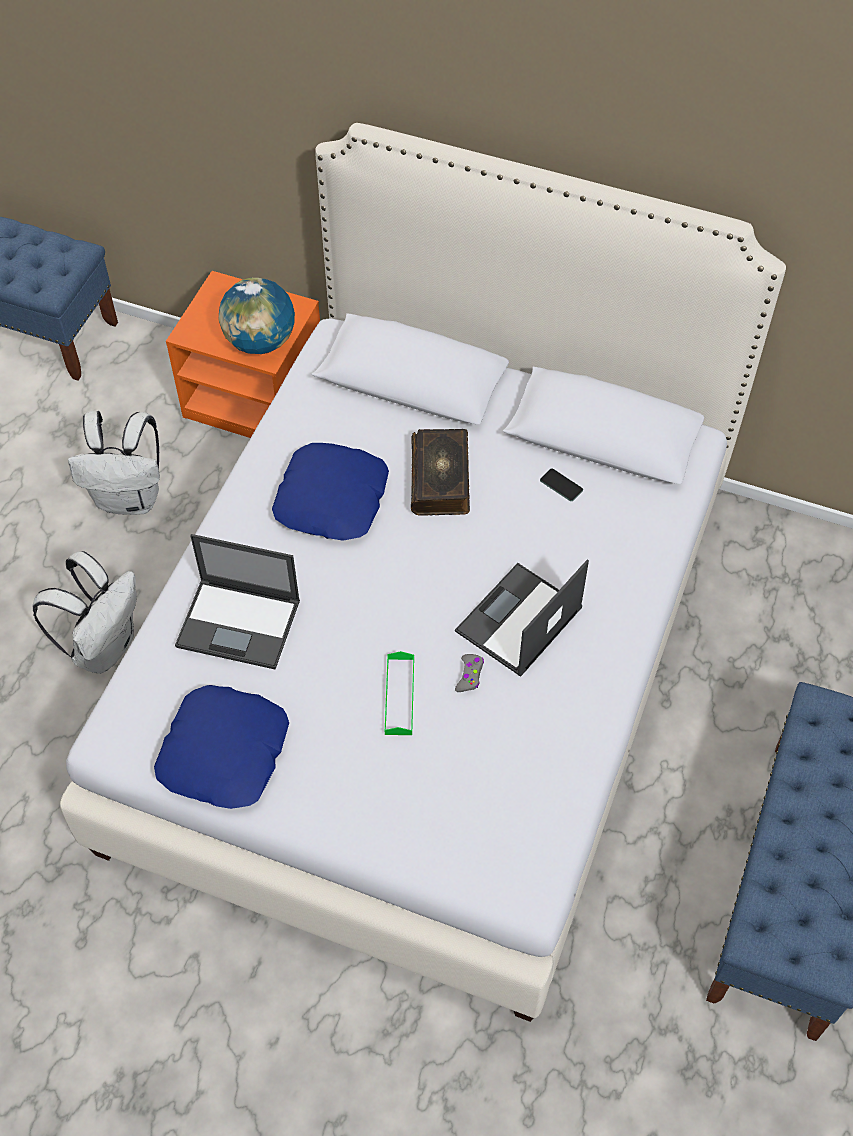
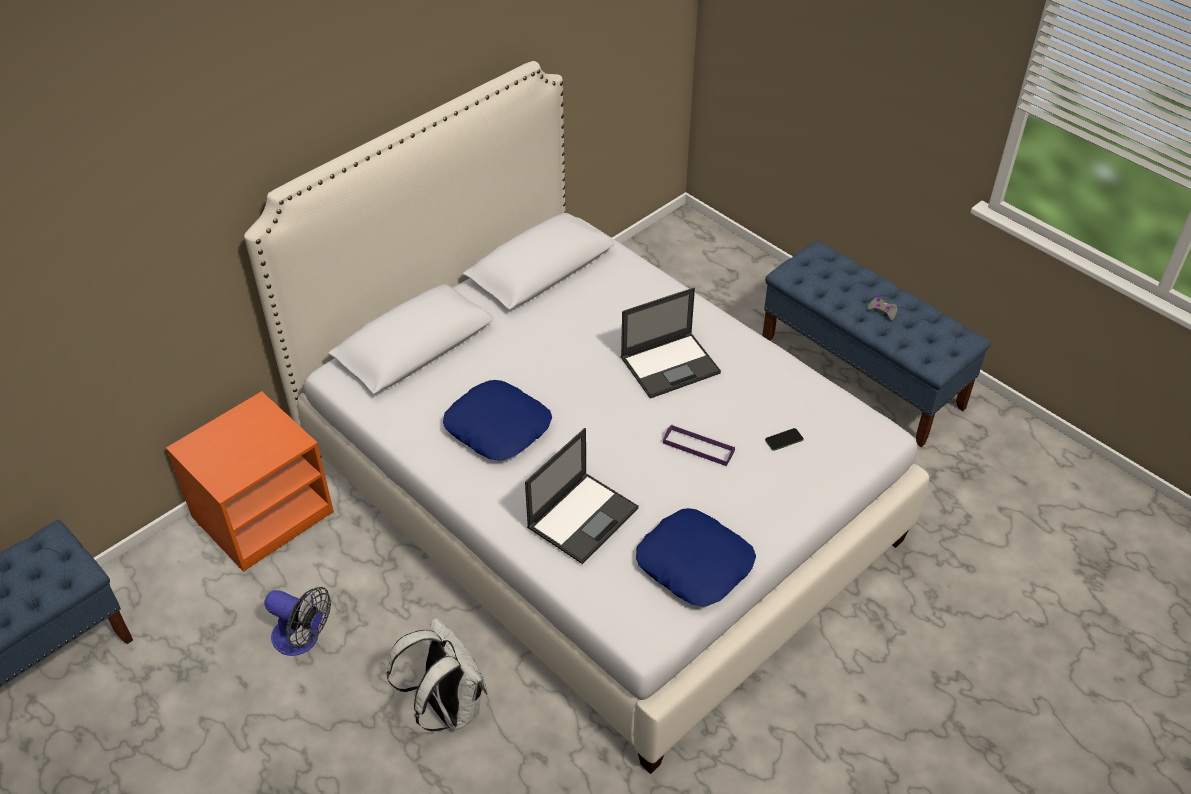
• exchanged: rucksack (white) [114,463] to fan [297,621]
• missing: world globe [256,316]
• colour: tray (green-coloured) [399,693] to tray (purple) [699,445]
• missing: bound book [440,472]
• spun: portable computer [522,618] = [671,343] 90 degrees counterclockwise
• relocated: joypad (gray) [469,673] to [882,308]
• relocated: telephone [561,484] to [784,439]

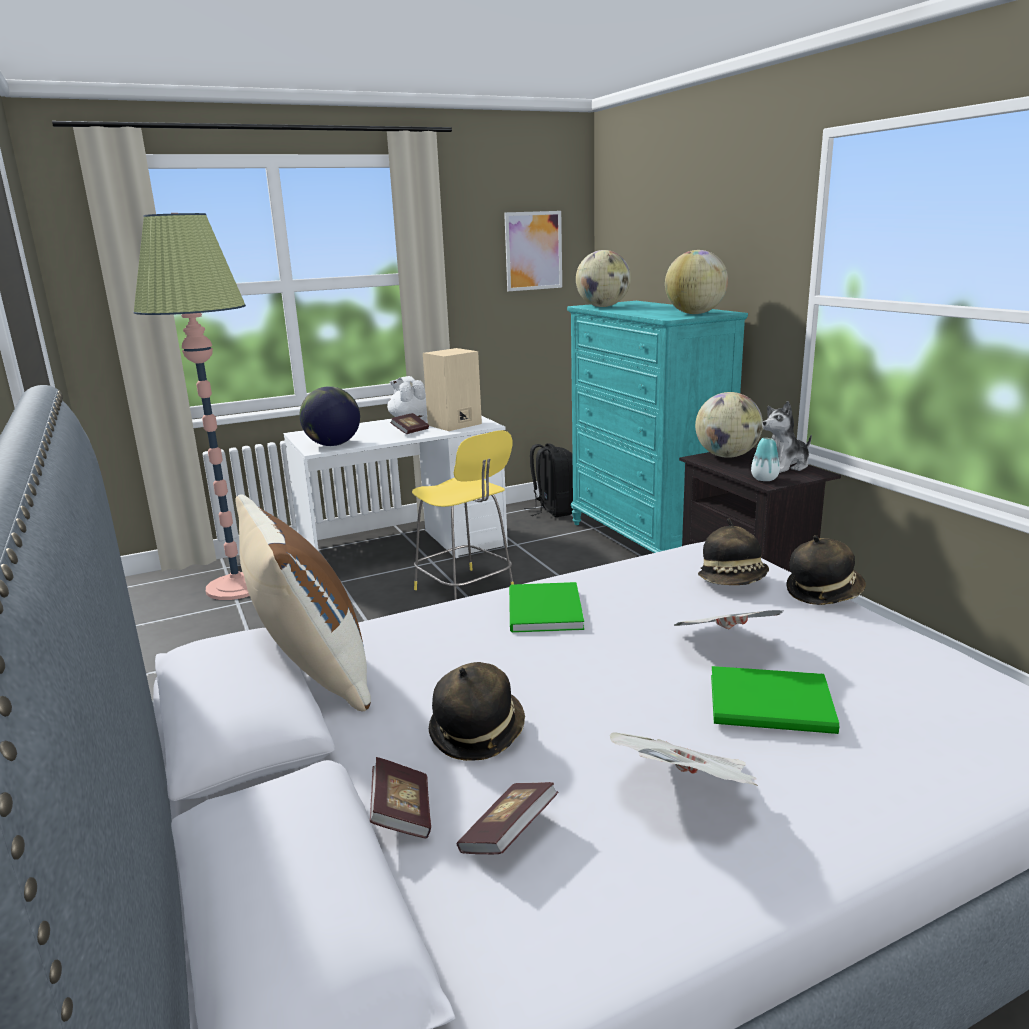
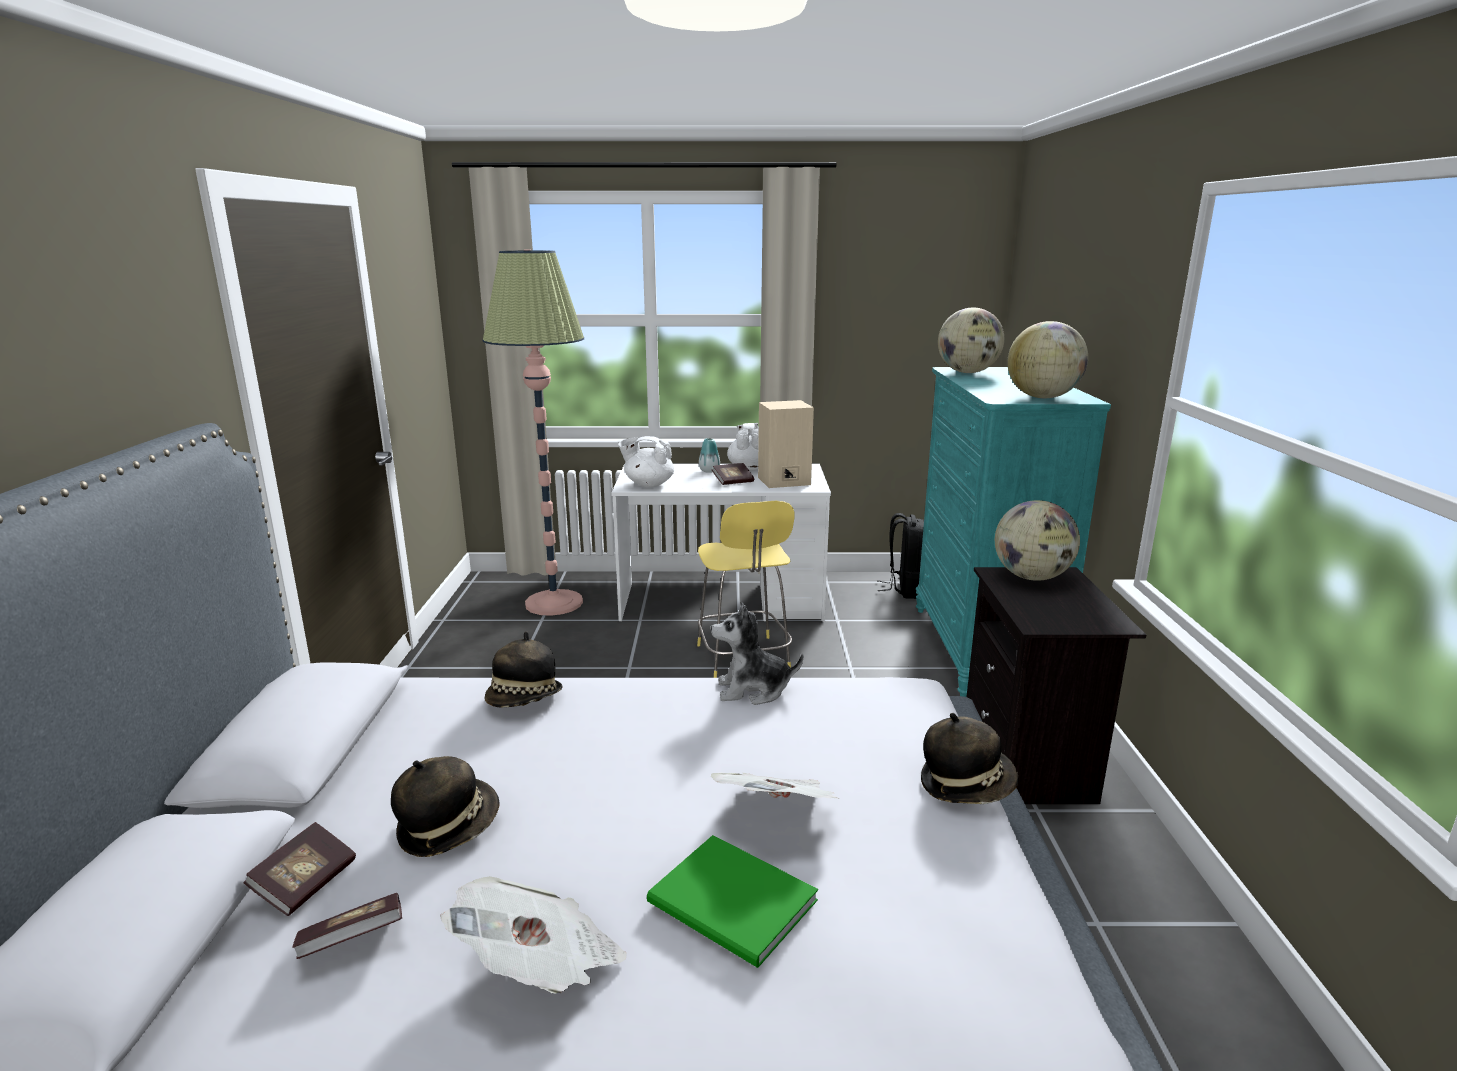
• missing: cushion (brown) [303,602]
• exchanged: world globe [329,416] to pot for tea (white) [646,461]
• missing: picture [533,251]
• missing: bound book (green-coloured) [546,607]
• relocated: wearable hat [733,551] to [523,669]
• relocated: flower vase [765,459] to [709,455]
• relocated: soft toy [787,437] to [757,653]

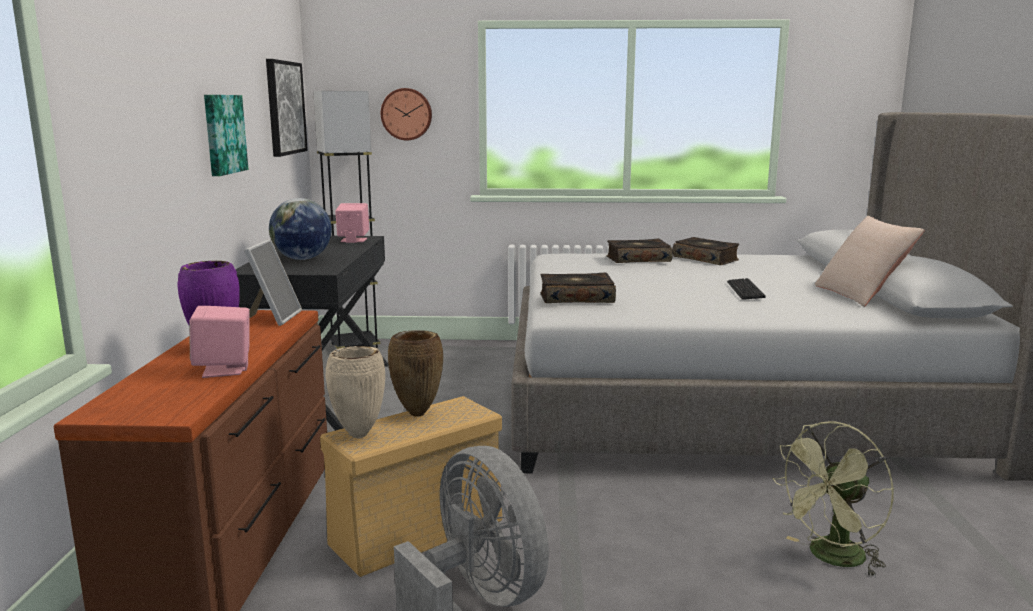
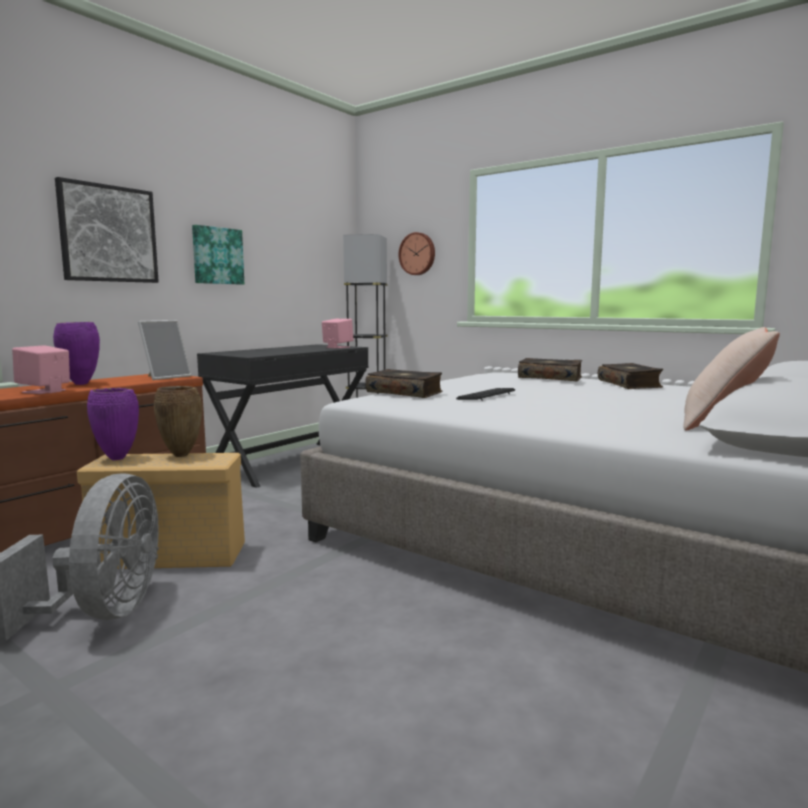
• relocated: picture [287,108] to [107,230]
• missing: world globe [300,229]
• colour: flower vase (beige) [355,392] to flower vase (purple) [113,424]
• relocated: PC keyboard [746,289] to [485,394]
• missing: fan (green-coloured) [833,499]

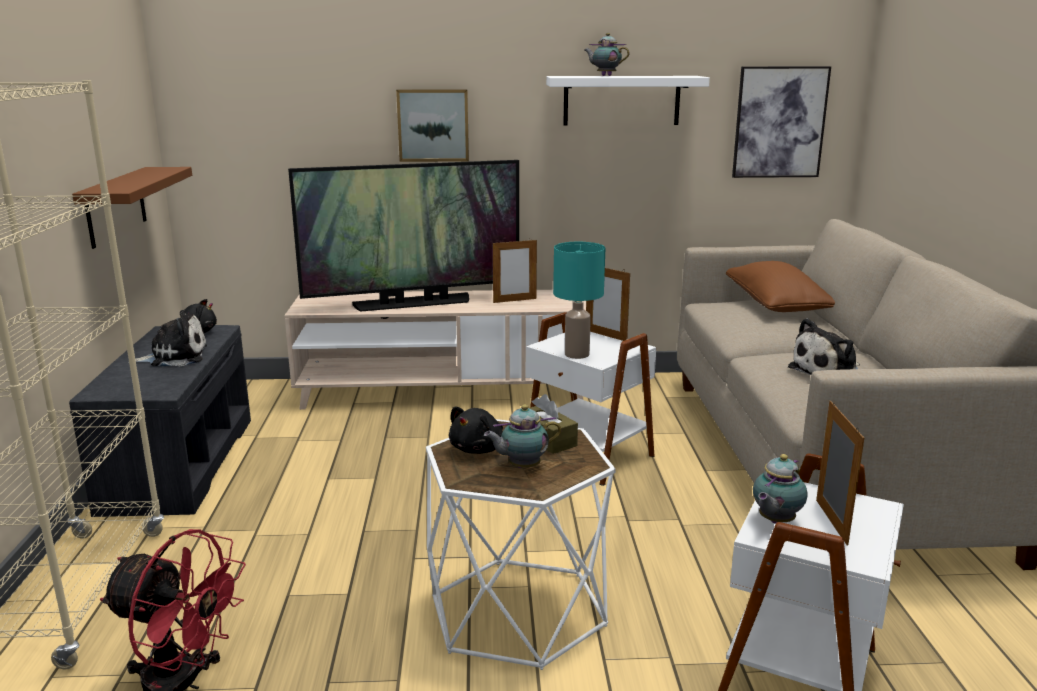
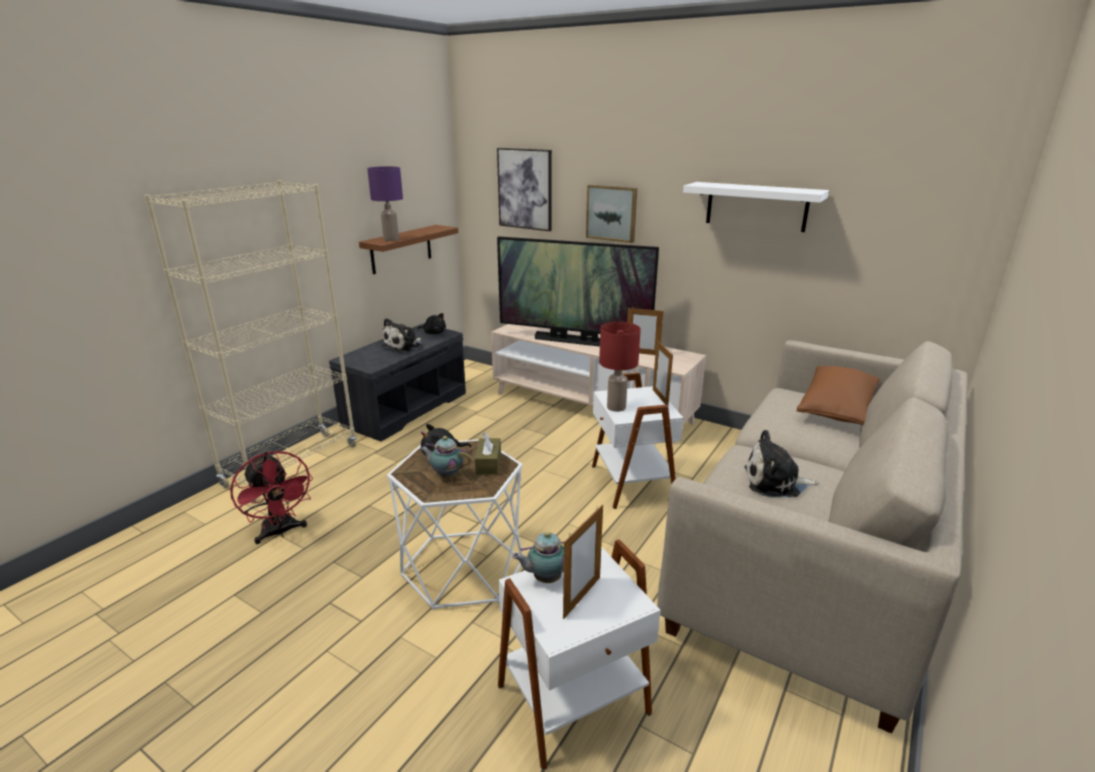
• spun: soft toy [167,338] = [402,335] 105 degrees clockwise
• colour: table lamp (turquoise) [579,300] to table lamp (red-coloured) [620,367]
• missing: pot for tea [607,54]
• relocated: picture [781,122] to [524,189]
• appeared: table lamp (purple) [385,203]

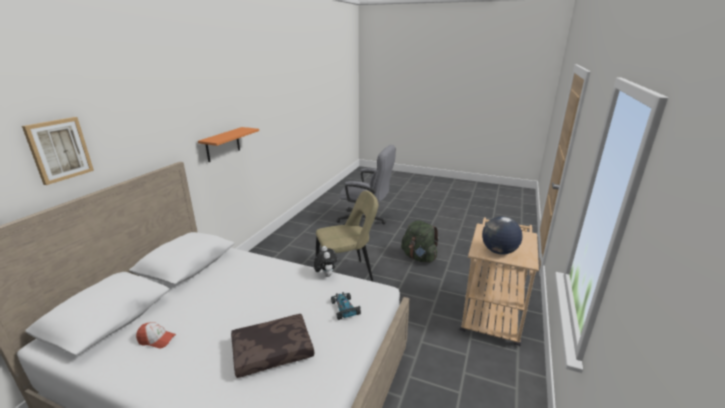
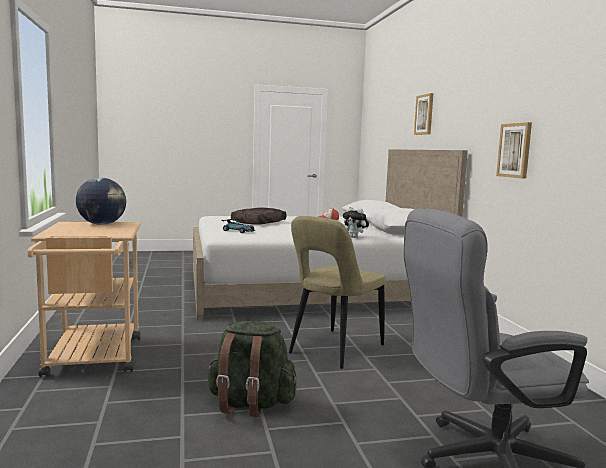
• exchanged: wall shelf (orange-coloured) [228,144] to picture [514,150]
• relocated: soft toy [325,261] to [356,222]

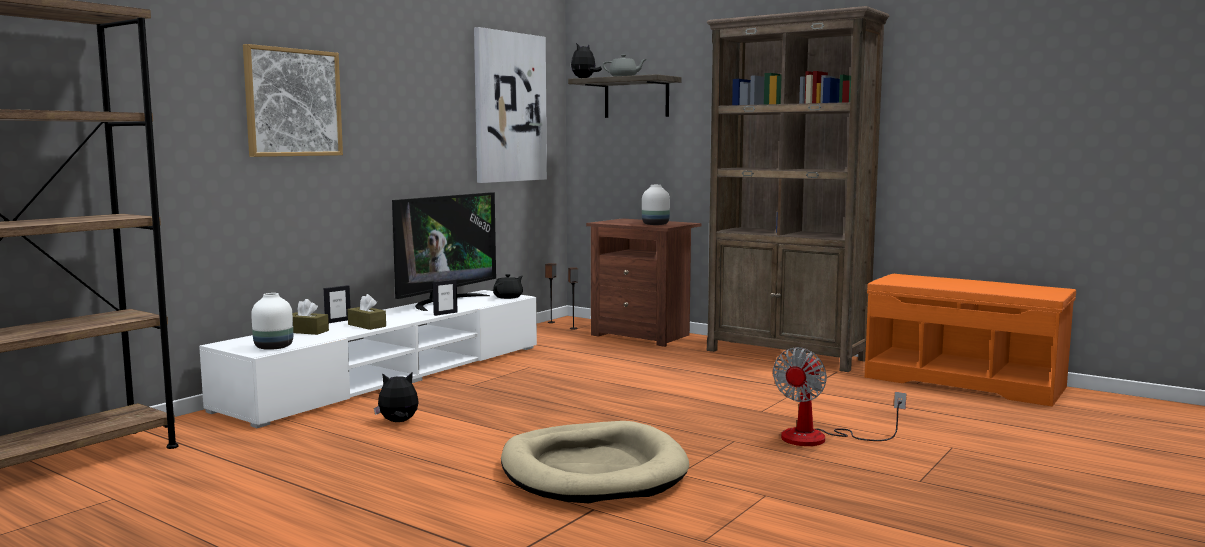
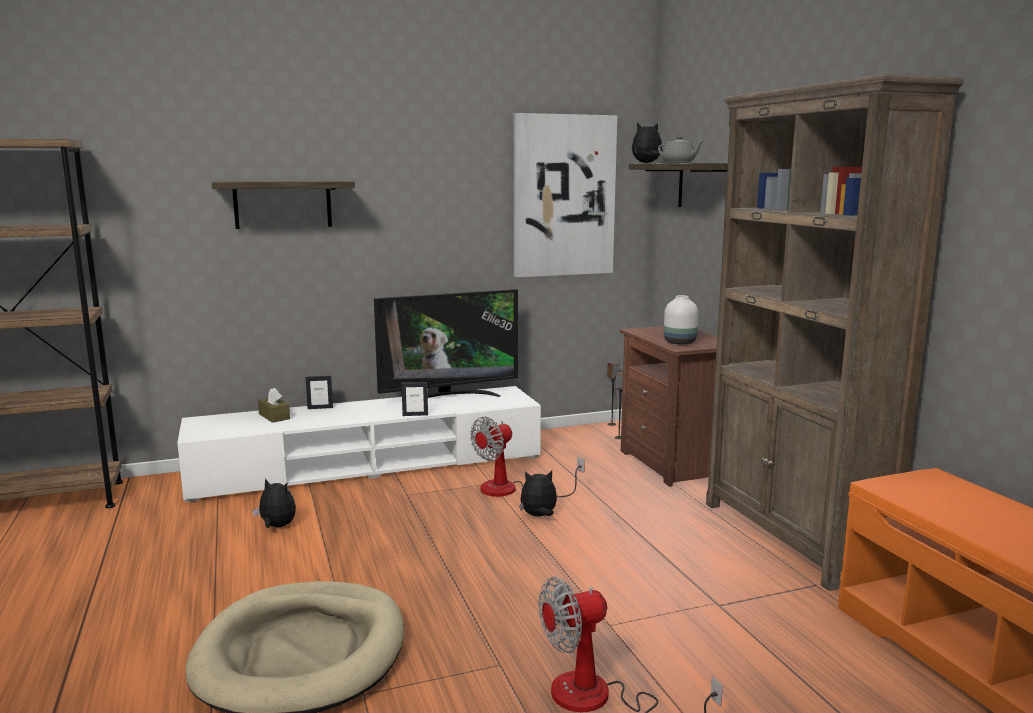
• exchanged: picture [293,100] to wall shelf [283,204]
• missing: flower vase (white) [272,321]
• missing: tissue box (brown) [367,312]
• missing: pot for tea (black) [508,286]
• appeared: fan [527,457]
• appeared: soft toy [538,493]

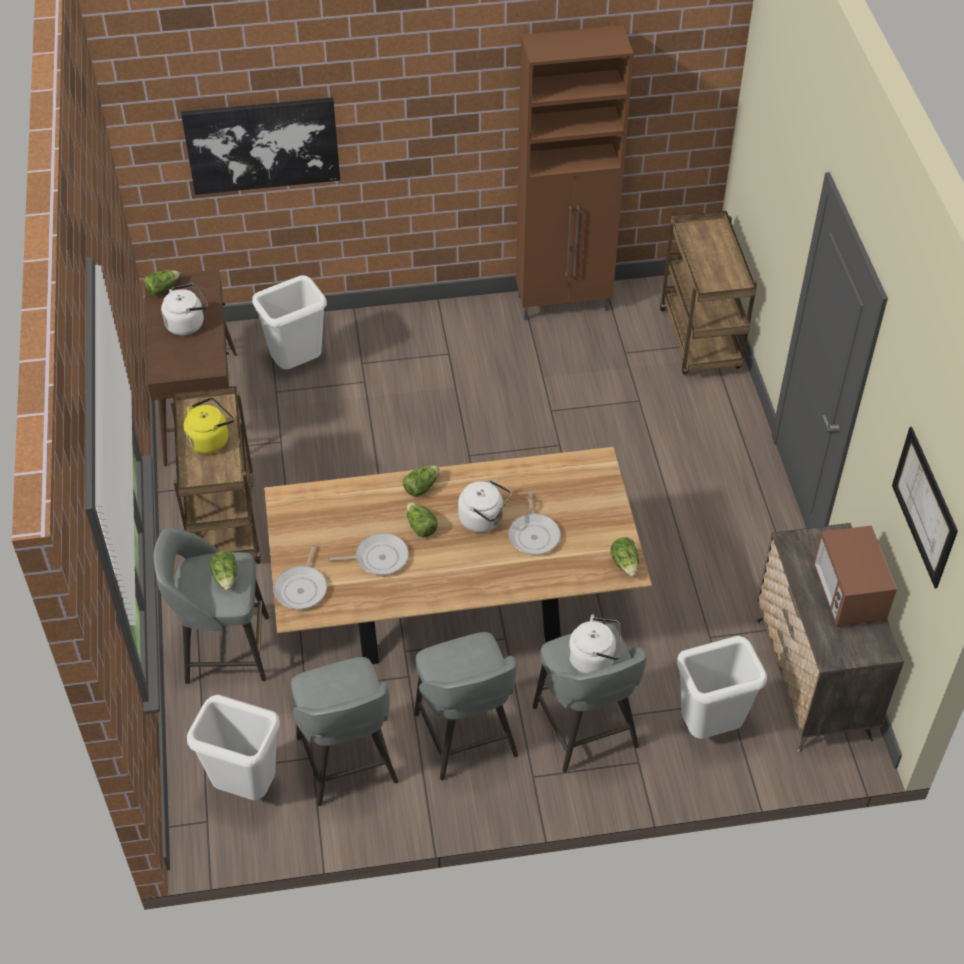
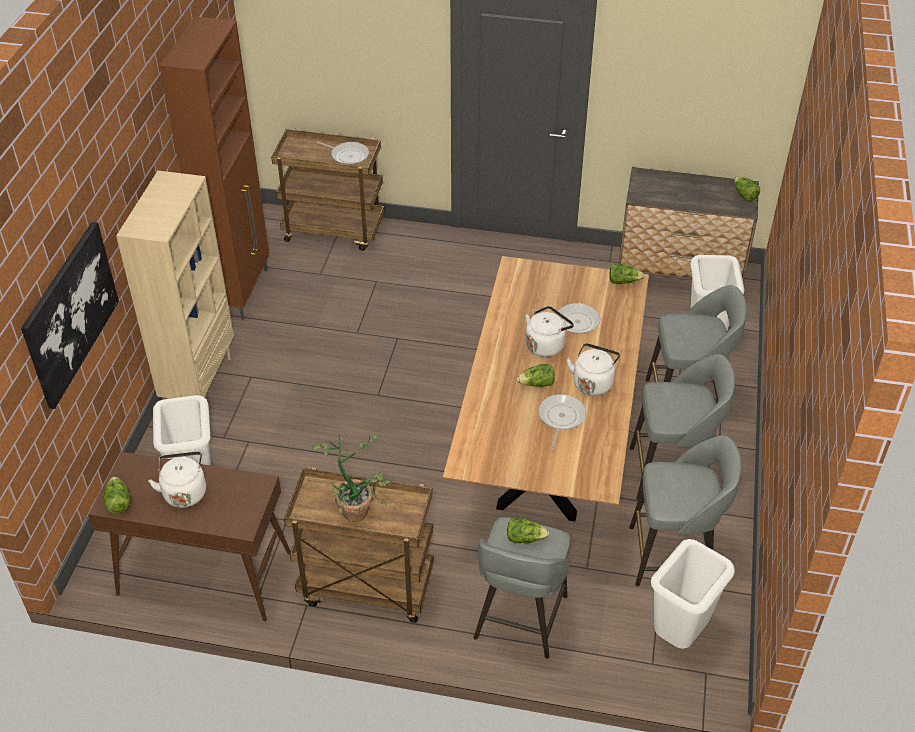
• exchanged: kettle (yellow-coloured) [209,425] to plant in a pot [351,477]
• relocated: frying pan [300,576] to [343,153]
• relocated: lettuce head [421,481] to [747,189]
• relocated: kettle (white) [594,644] to [593,369]
• missing: kitchen microwave [855,576]
• missing: picture [925,507]
• appeared: shelving unit (beige) [175,285]

